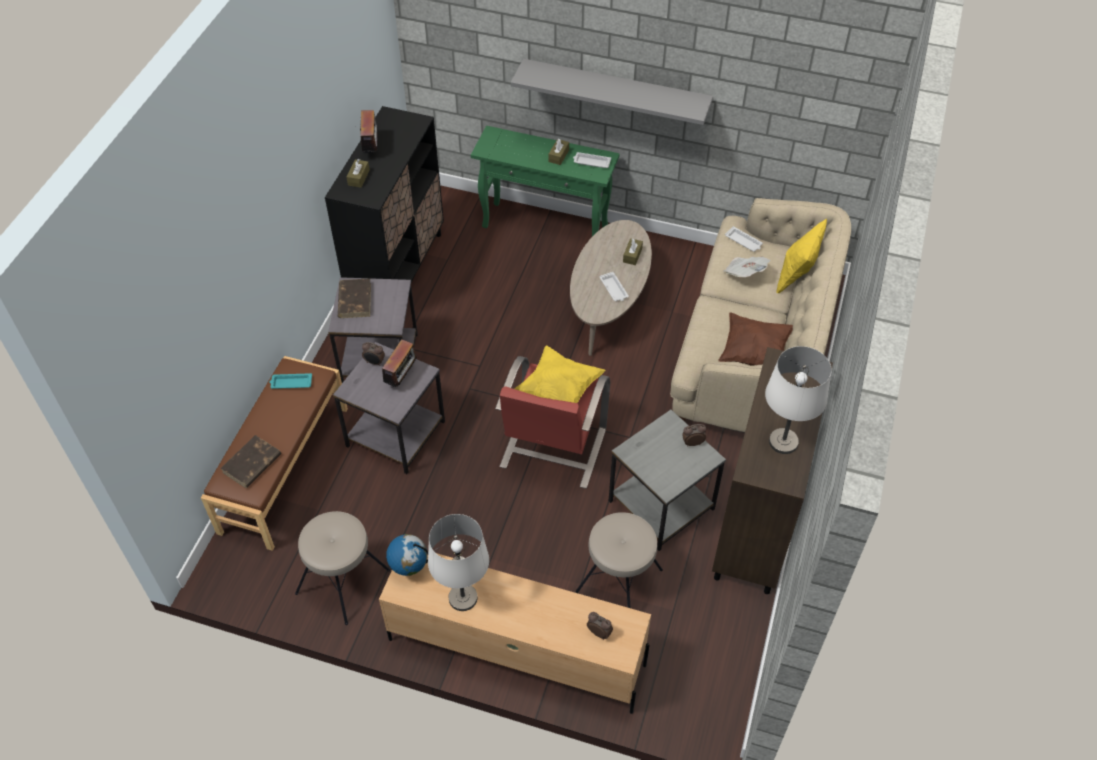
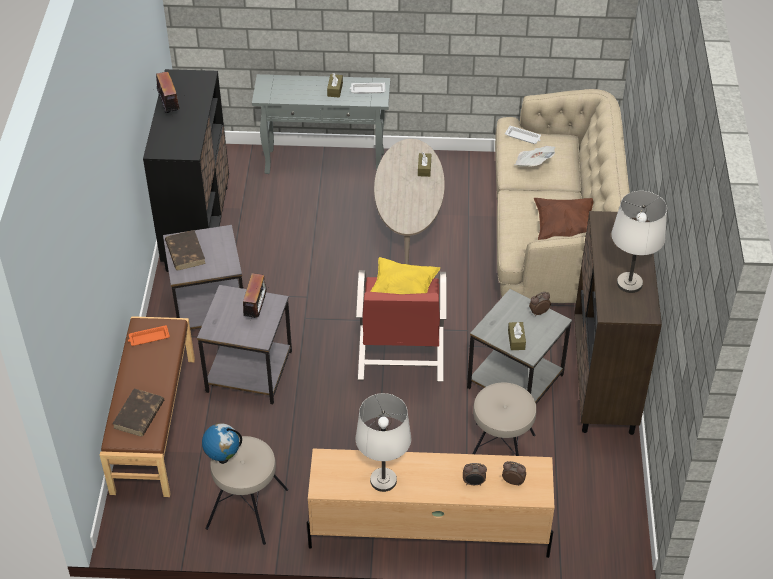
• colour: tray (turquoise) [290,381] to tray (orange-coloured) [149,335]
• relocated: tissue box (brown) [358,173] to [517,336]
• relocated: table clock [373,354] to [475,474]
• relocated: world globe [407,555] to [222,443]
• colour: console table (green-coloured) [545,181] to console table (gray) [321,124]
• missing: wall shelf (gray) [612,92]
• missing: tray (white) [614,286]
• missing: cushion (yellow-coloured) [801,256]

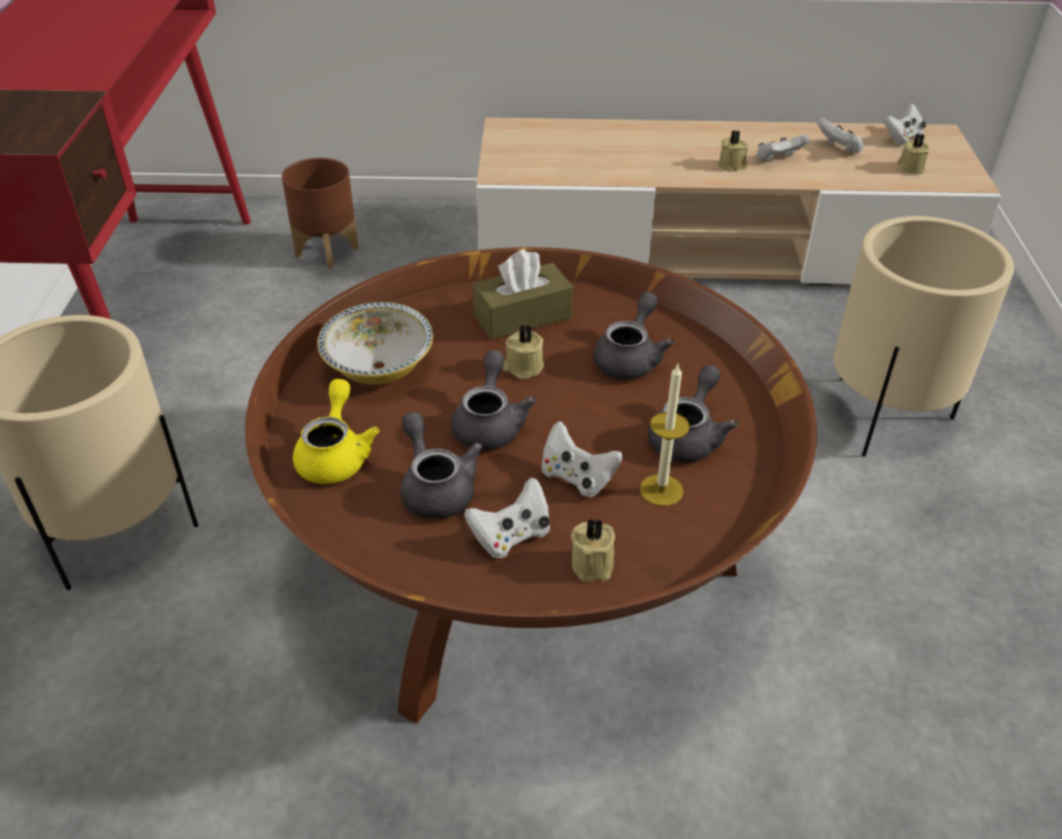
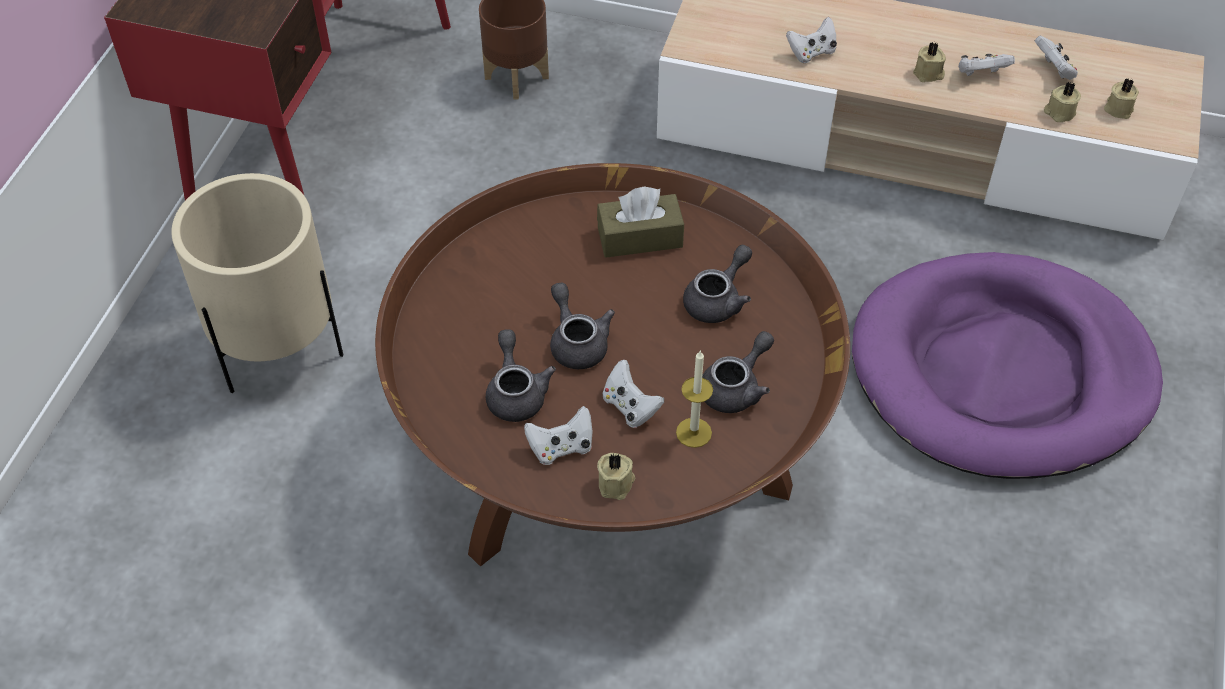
• missing: pot for tea (yellow-coloured) [336,431]
• missing: serving bowl [375,343]
• spun: pot for tea (gray) [494,400] = [582,325] 45 degrees counterclockwise
• relocated: candle (beige) [523,351] to [1062,102]
• exchanged: flower pot (beige) [924,336] to dog cushion (purple) [1007,365]
• relocated: joypad (white) [904,124] to [811,40]

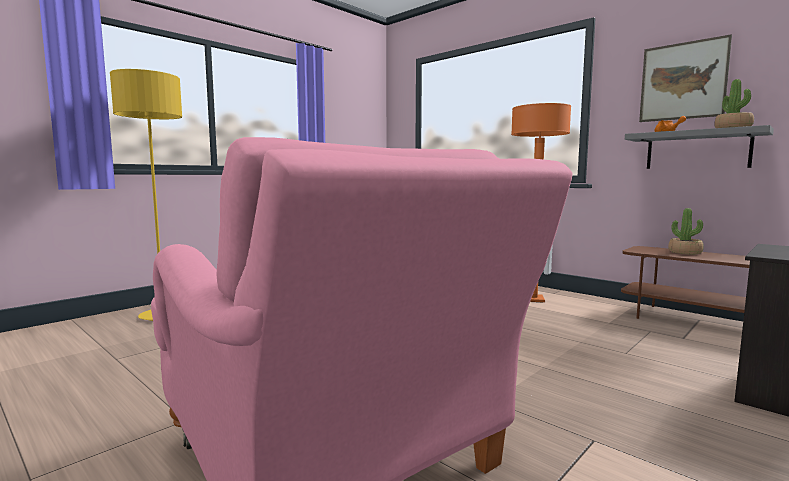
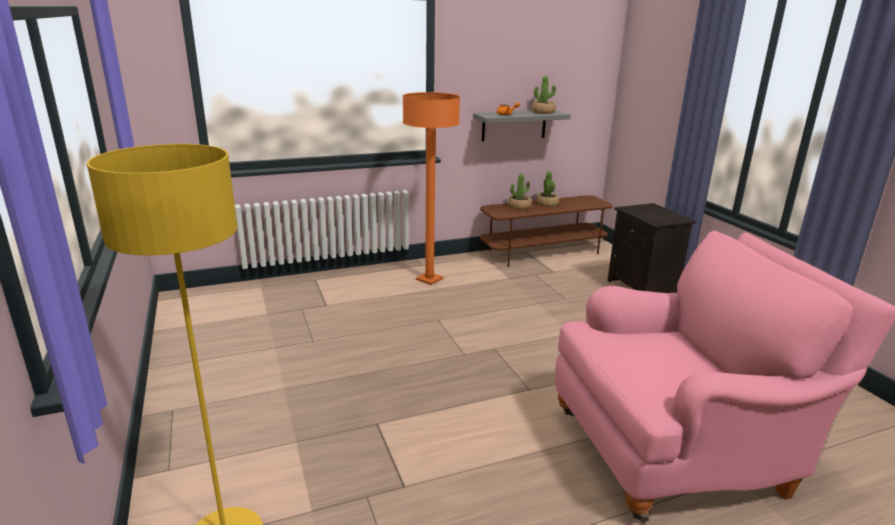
• missing: picture [685,78]
• appeared: plant in a pot [547,189]

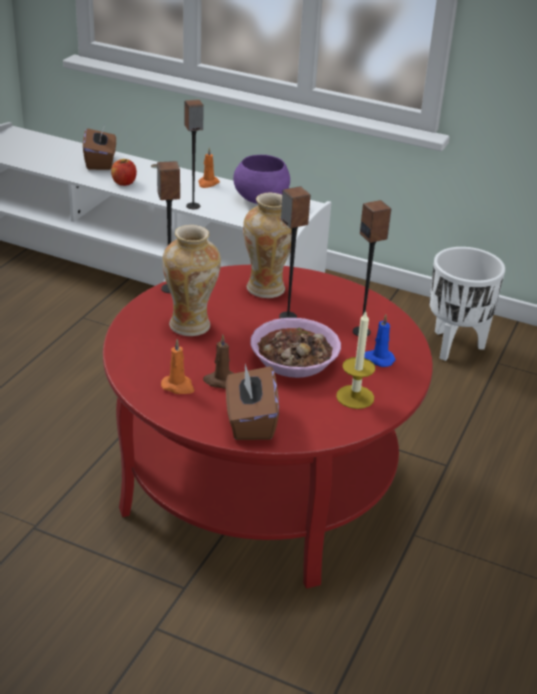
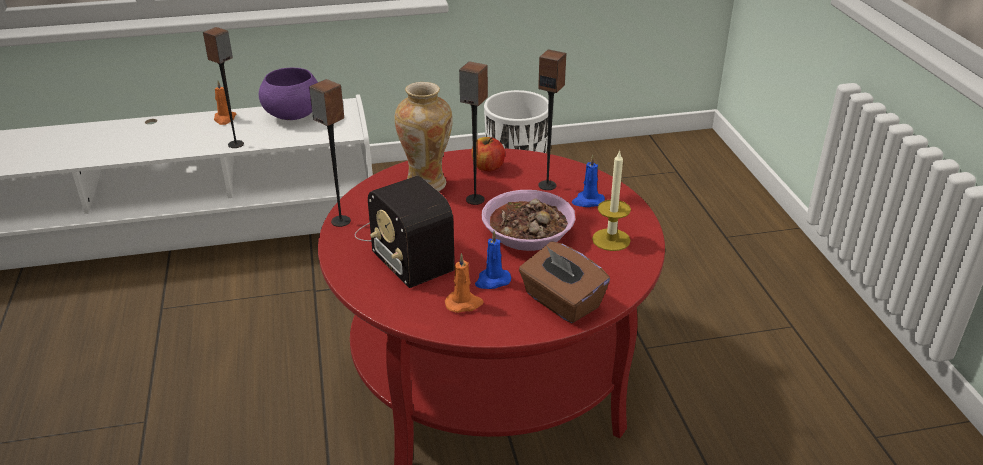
• missing: tissue box (brown) [99,147]
• relocated: apple [124,172] to [488,154]
• exchanged: flower vase [191,280] to radio set [405,232]
• colour: candle (brown) [218,362] to candle (blue) [493,260]

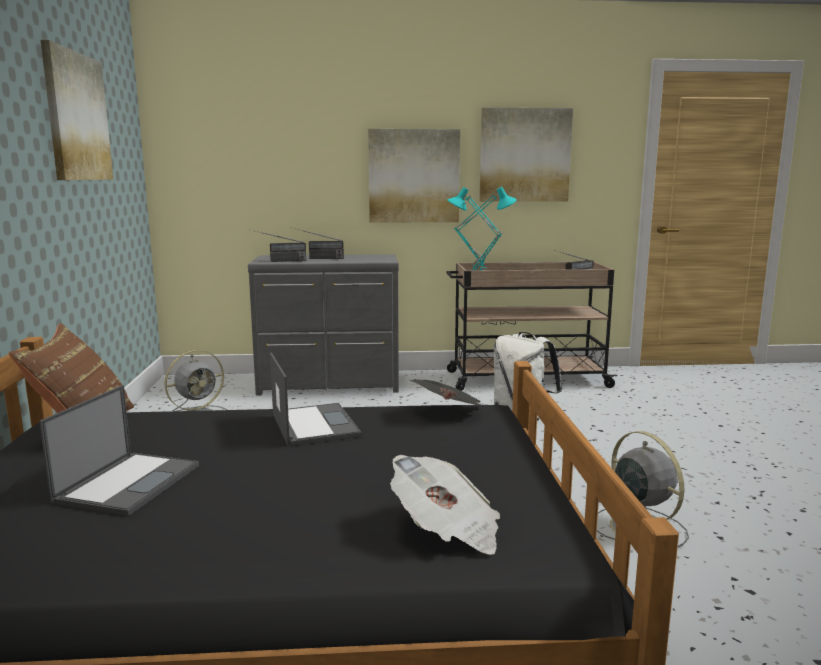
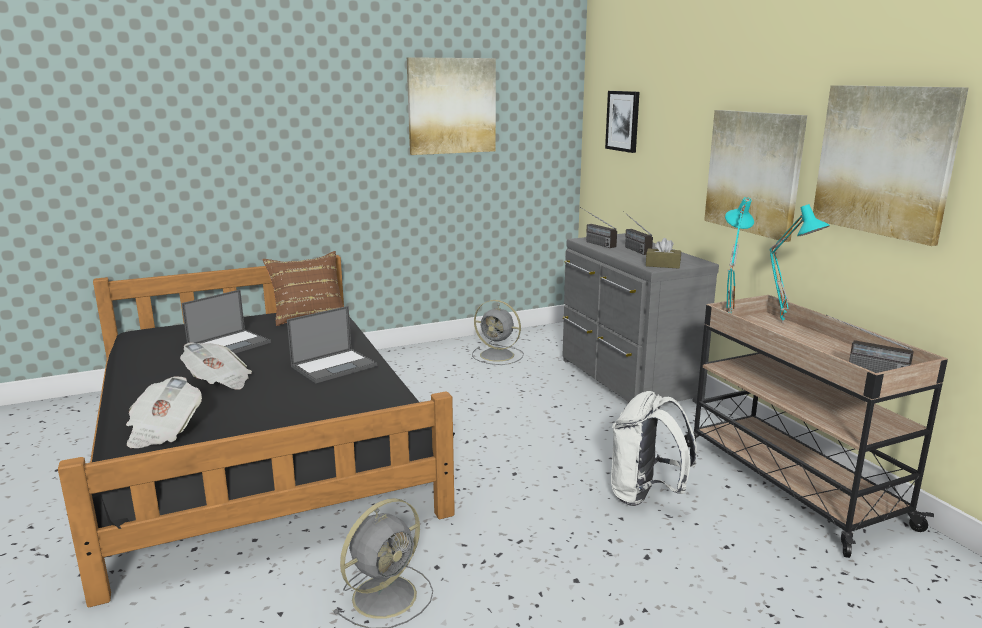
• spun: portable computer [119,450] = [226,322] 45 degrees counterclockwise
• relocated: newspaper [445,392] to [216,366]
• appeared: picture [622,122]
• appeared: tissue box (brown) [663,253]

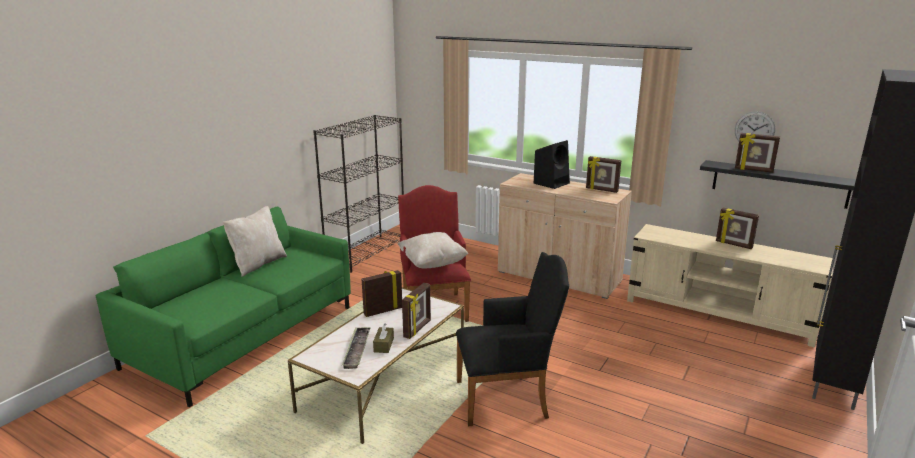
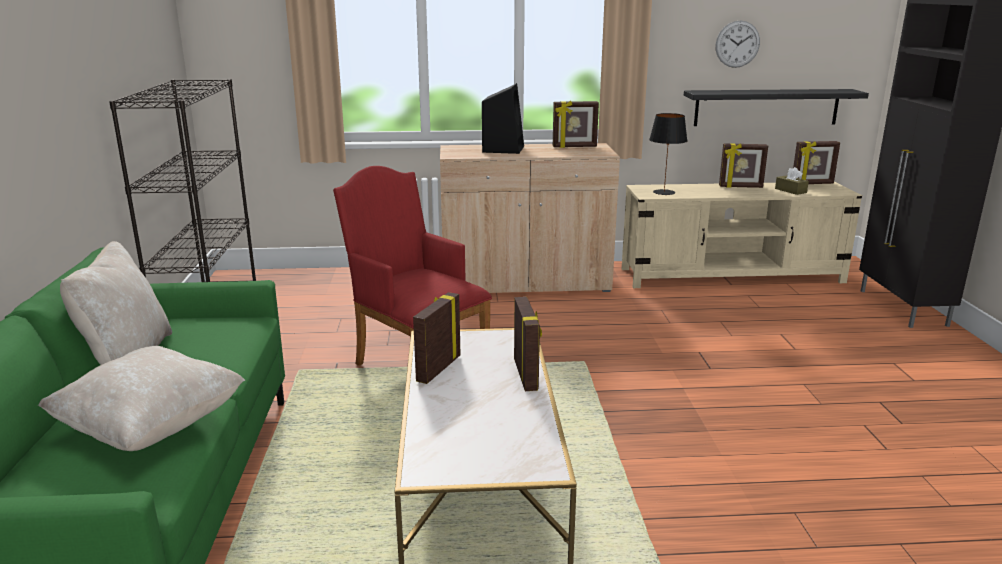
• missing: tray [356,348]
• relocated: tissue box (brown) [383,338] to [792,181]
• relocated: cushion (beige) [433,250] to [141,398]
• missing: easy chair (black) [512,339]
• relocated: standing frame [757,153] to [816,162]
• appeared: table lamp (black) [668,154]

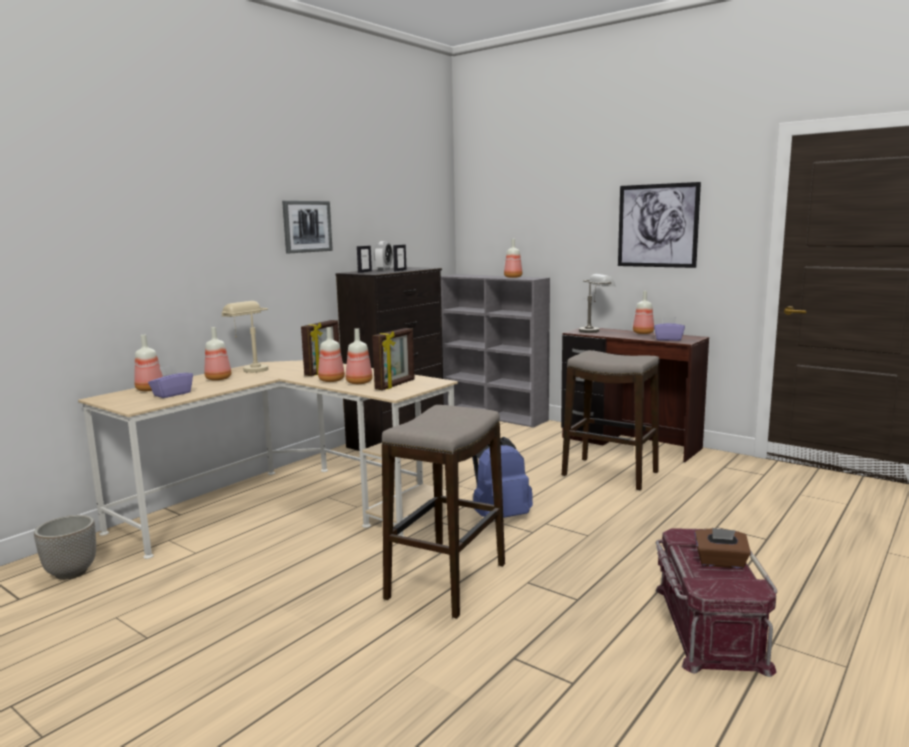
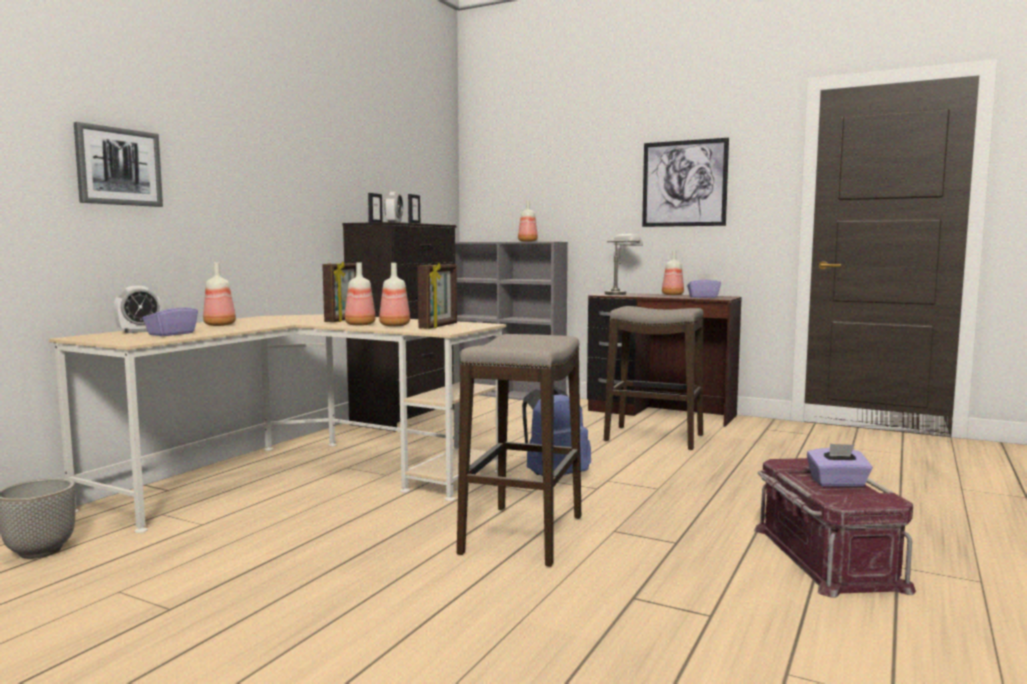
• exchanged: beverage bottle [148,363] to table clock [137,309]
• missing: table lamp (beige) [244,337]
• relocated: picture [307,227] to [118,164]
• colour: tissue box (brown) [722,548] to tissue box (purple) [840,465]

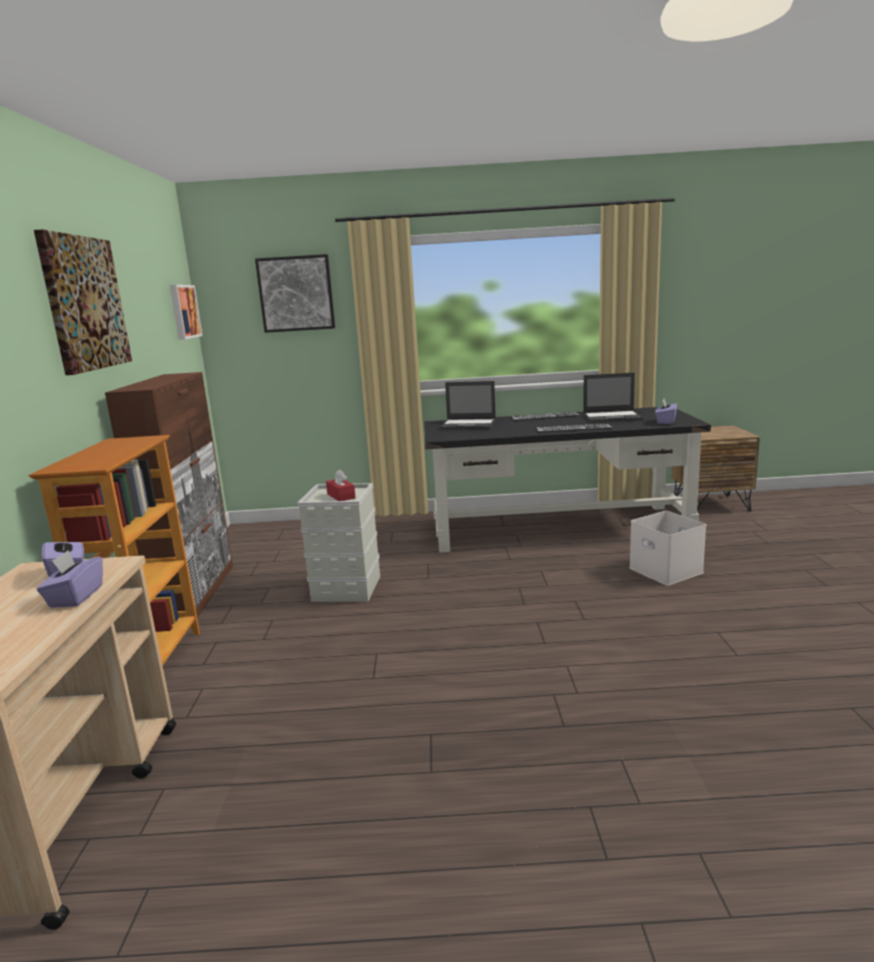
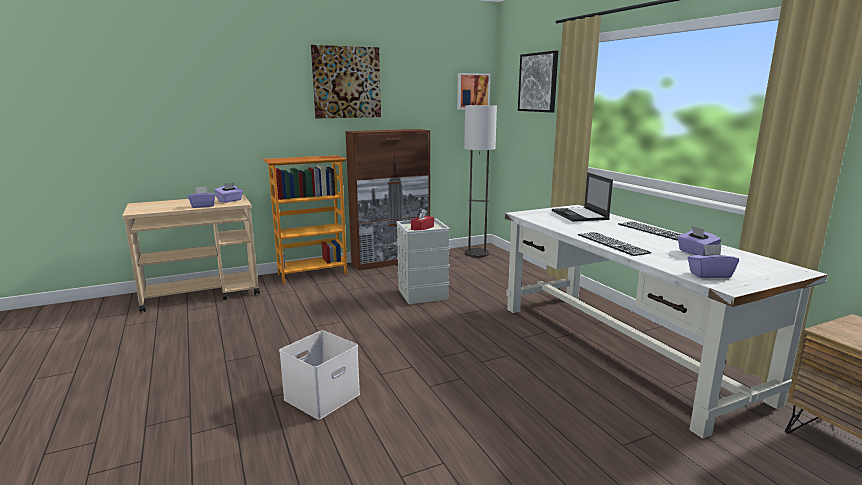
• colour: desk table (black) [568,480] to desk table (white) [666,322]
• exchanged: portable computer [613,398] to tissue box (purple) [699,240]
• relocated: storage bin (white) [667,548] to [319,375]
• appeared: standing lamp [480,181]

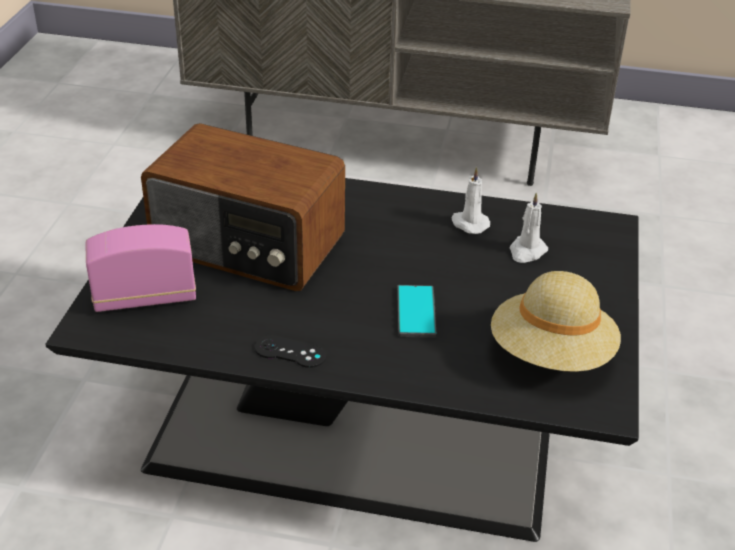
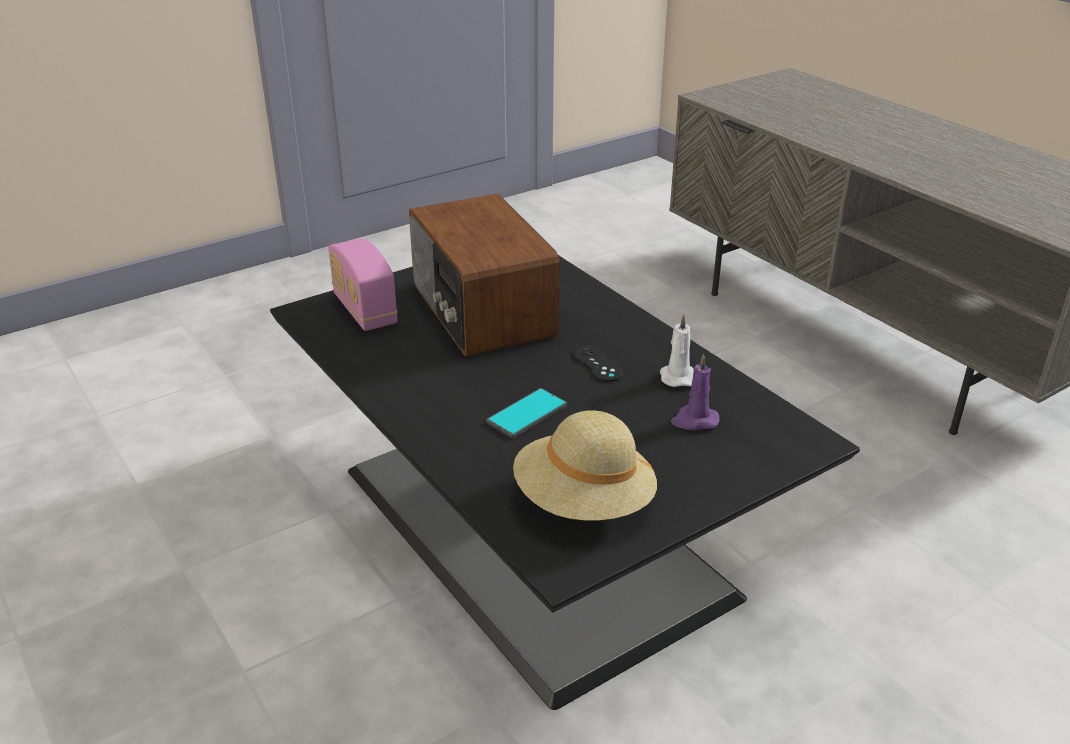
• spun: radio set [140,268] = [363,284] 150 degrees counterclockwise
• relocated: joypad (black) [290,351] to [598,364]
• colour: candle (white) [529,227] to candle (purple) [695,392]

